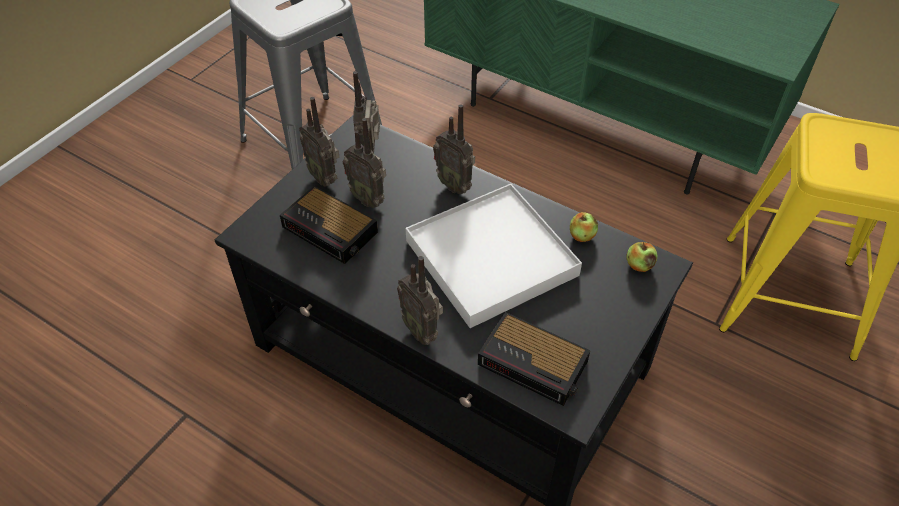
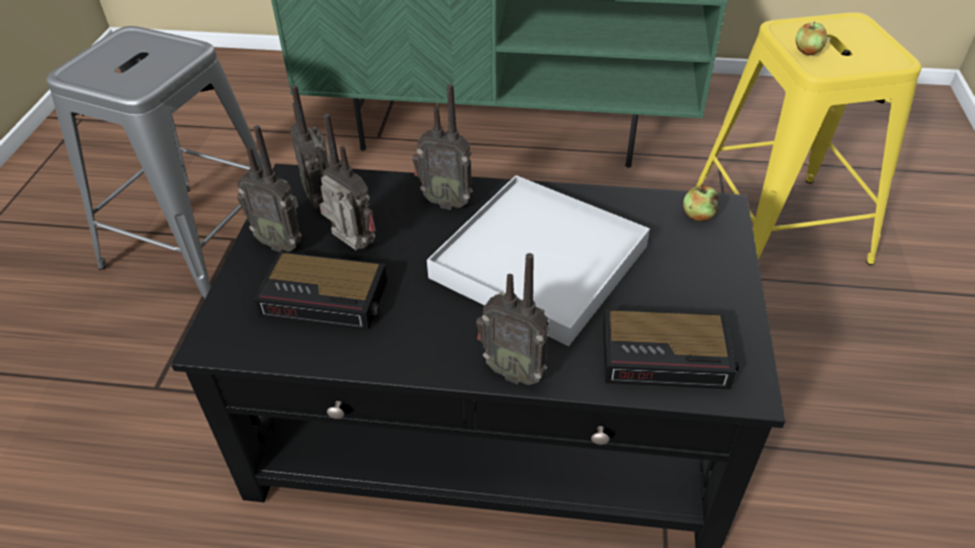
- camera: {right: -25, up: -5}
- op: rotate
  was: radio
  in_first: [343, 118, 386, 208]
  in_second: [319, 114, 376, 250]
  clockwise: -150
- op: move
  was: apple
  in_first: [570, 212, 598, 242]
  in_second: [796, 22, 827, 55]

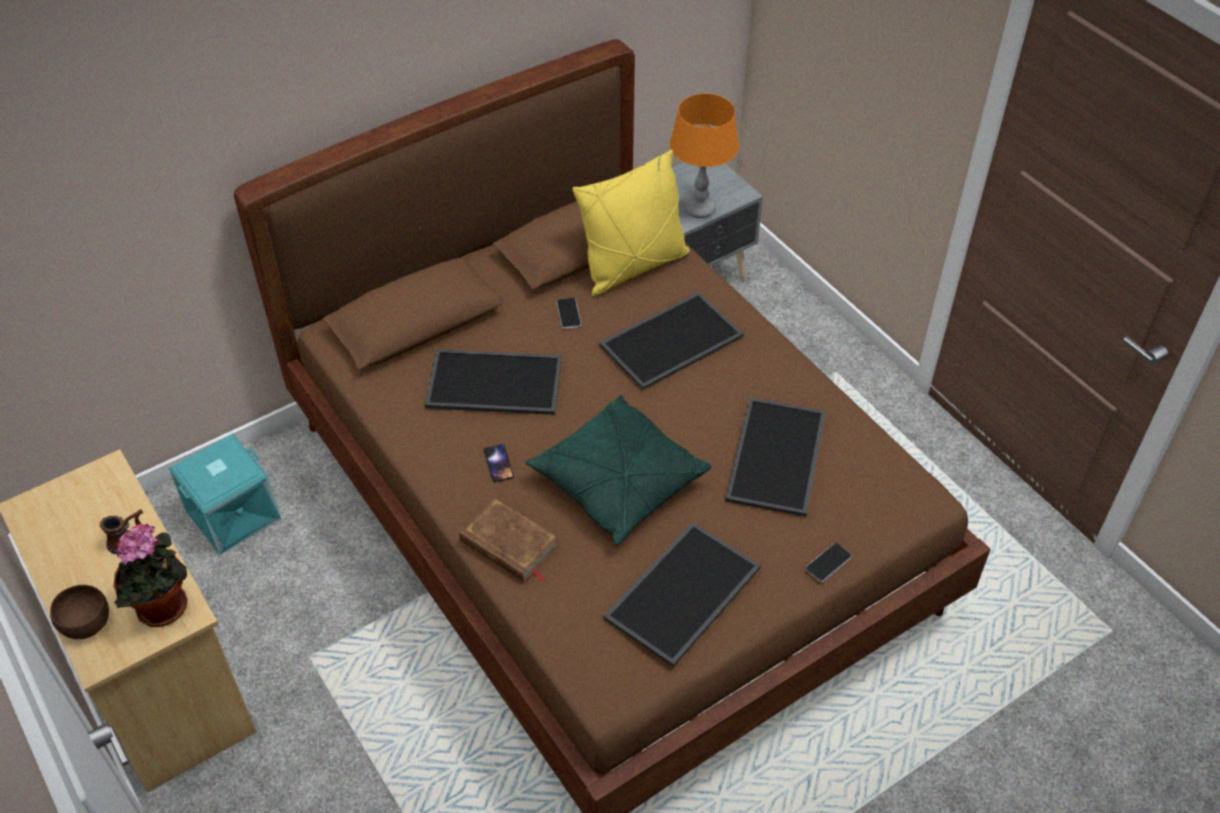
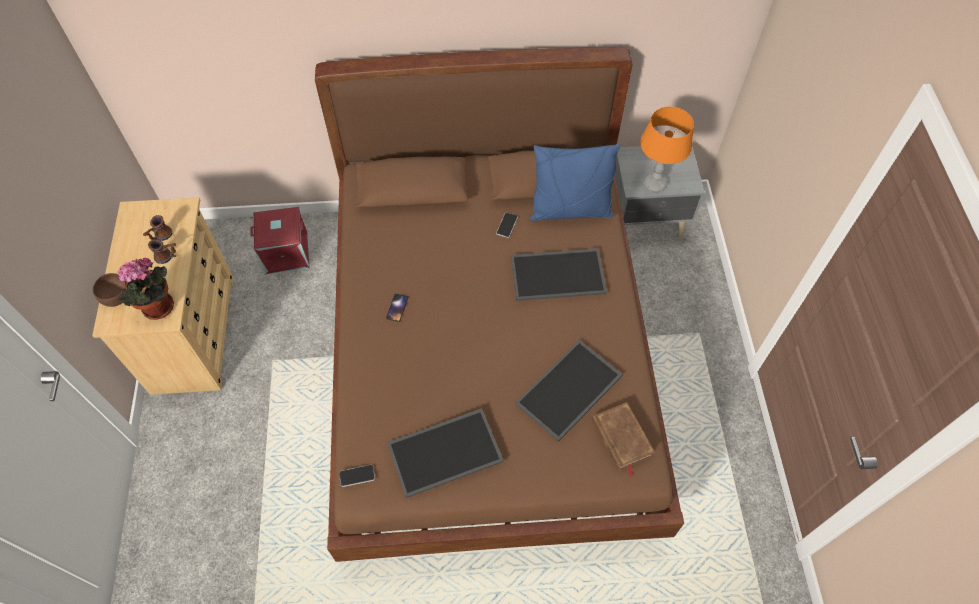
- camera: {right: 30, up: 10}
- op: recolor
  was: pillow in yellow
  now: pillow in blue
  in_first: [572, 150, 690, 296]
  in_second: [530, 144, 620, 221]
- op: delete
  was: tray
  in_first: [425, 349, 562, 415]
- op: delete
  was: pillow in green
  in_first: [526, 395, 711, 545]
- op: recolor
  was: storage box in turquoise
  now: storage box in red
  in_first: [169, 433, 281, 555]
  in_second: [251, 207, 310, 274]
- op: move
  was: book in brown
  in_first: [459, 498, 558, 582]
  in_second: [592, 402, 655, 477]
- op: move
  was: phone
  in_first: [805, 543, 852, 582]
  in_second: [339, 465, 375, 487]
- op: insert
  now: mug
  in_second: [143, 215, 172, 241]

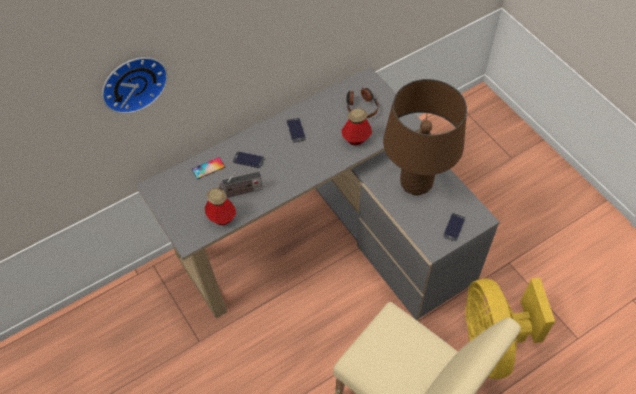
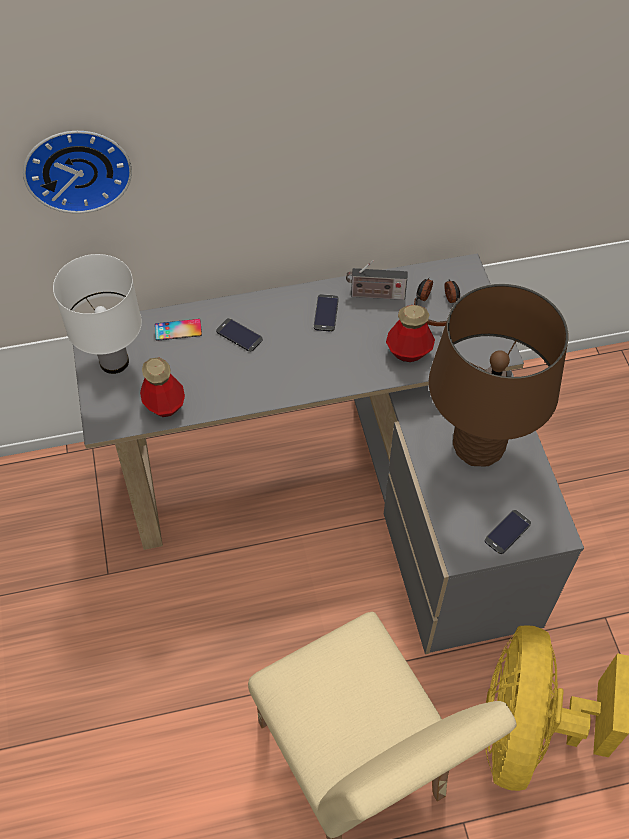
- camera: {right: 20, up: 0}
- op: move
  was: radio
  in_first: [219, 172, 262, 198]
  in_second: [346, 260, 408, 300]
- op: insert
  now: table lamp in white
  in_second: [53, 254, 142, 374]

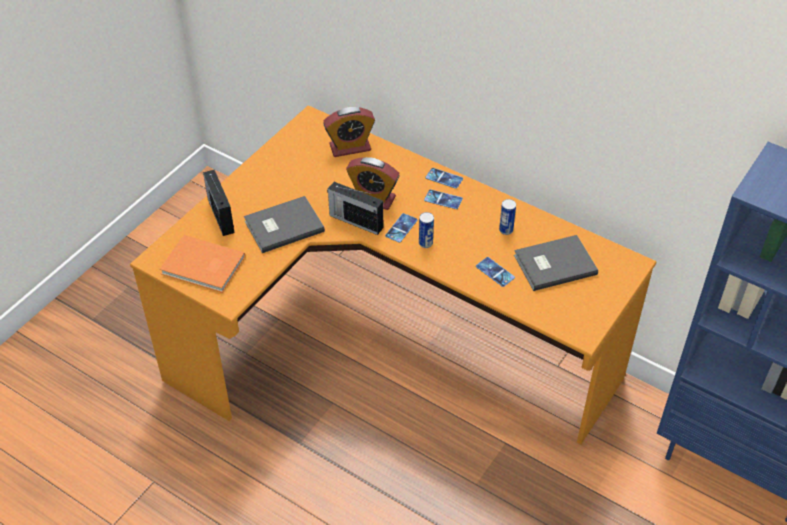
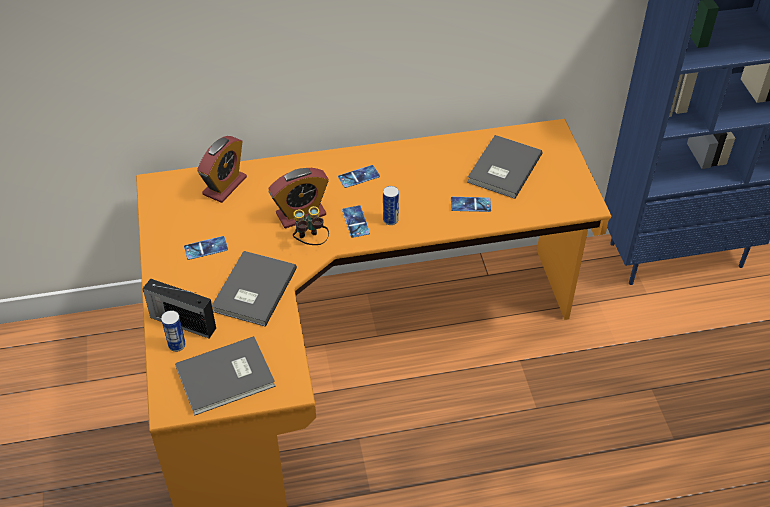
- camera: {right: -45, up: 0}
- op: move
  was: phone
  in_first: [425, 168, 463, 189]
  in_second: [184, 236, 228, 260]
- op: replace
  was: radio
  now: binoculars
  in_first: [327, 182, 383, 235]
  in_second: [293, 206, 329, 245]
- op: move
  was: can
  in_first: [499, 199, 516, 235]
  in_second: [161, 310, 186, 352]
- op: recolor
  was: book in orange
  now: book in grey
  in_first: [160, 235, 245, 293]
  in_second: [175, 336, 276, 416]

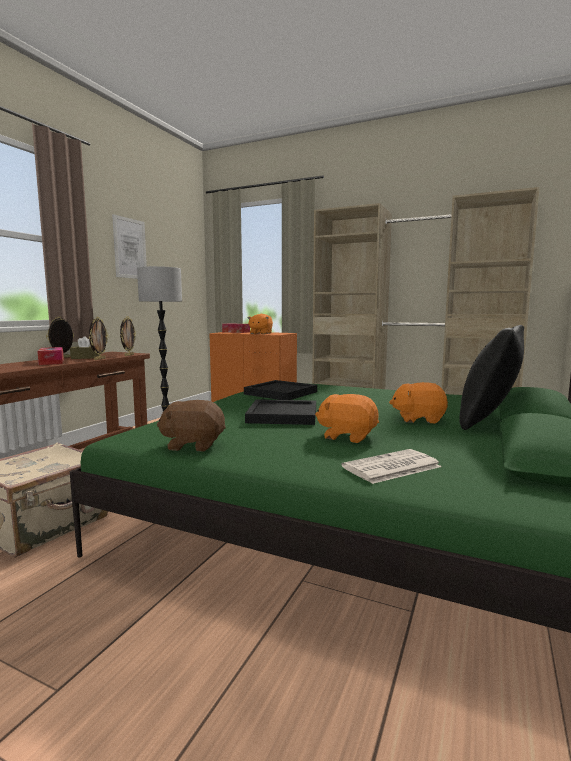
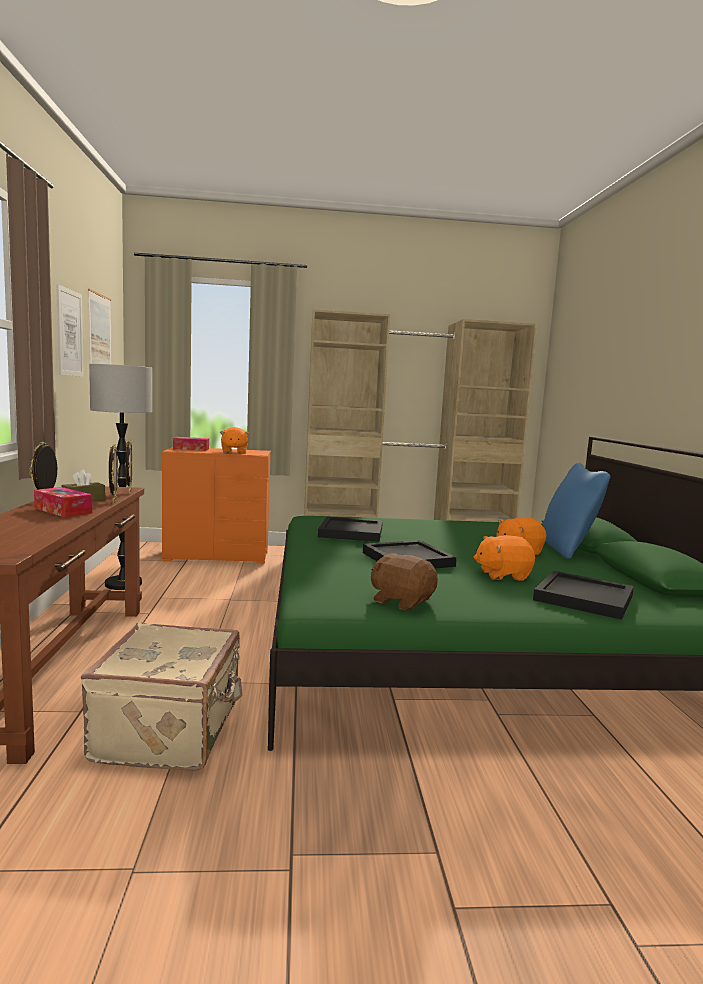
- camera: {right: -30, up: 0}
- op: recolor
  was: pillow in black
  now: pillow in blue
  in_first: [459, 325, 524, 430]
  in_second: [543, 462, 611, 559]
- op: rotate
  was: plush toy in brown
  in_first: [157, 400, 226, 452]
  in_second: [371, 554, 438, 611]
  clockwise: 60
- op: replace
  was: newspaper
  now: tray in black
  in_first: [342, 449, 442, 484]
  in_second: [533, 571, 634, 620]
- op: insert
  now: picture
  in_second: [88, 289, 112, 364]

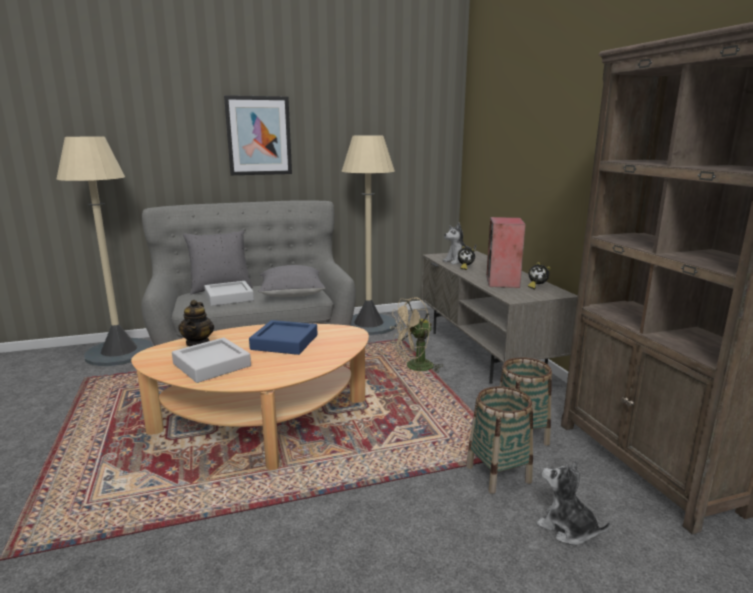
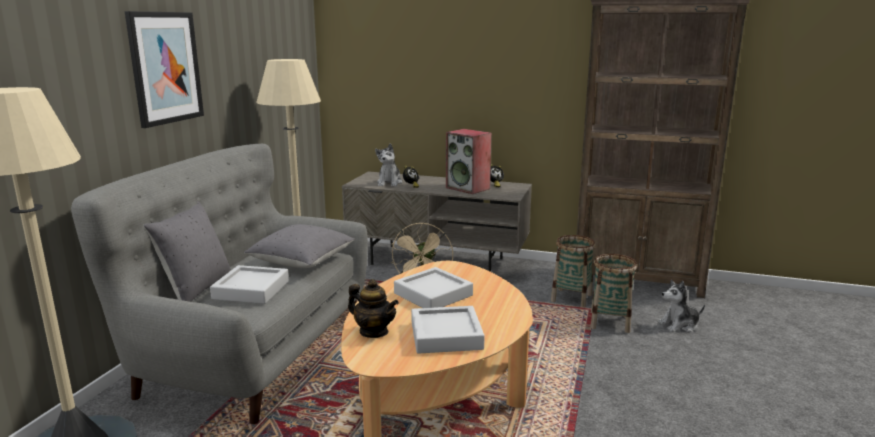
- camera: {right: -55, up: 0}
- op: recolor
  was: tray in blue
  now: tray in grey
  in_first: [249, 320, 318, 355]
  in_second: [394, 267, 473, 308]

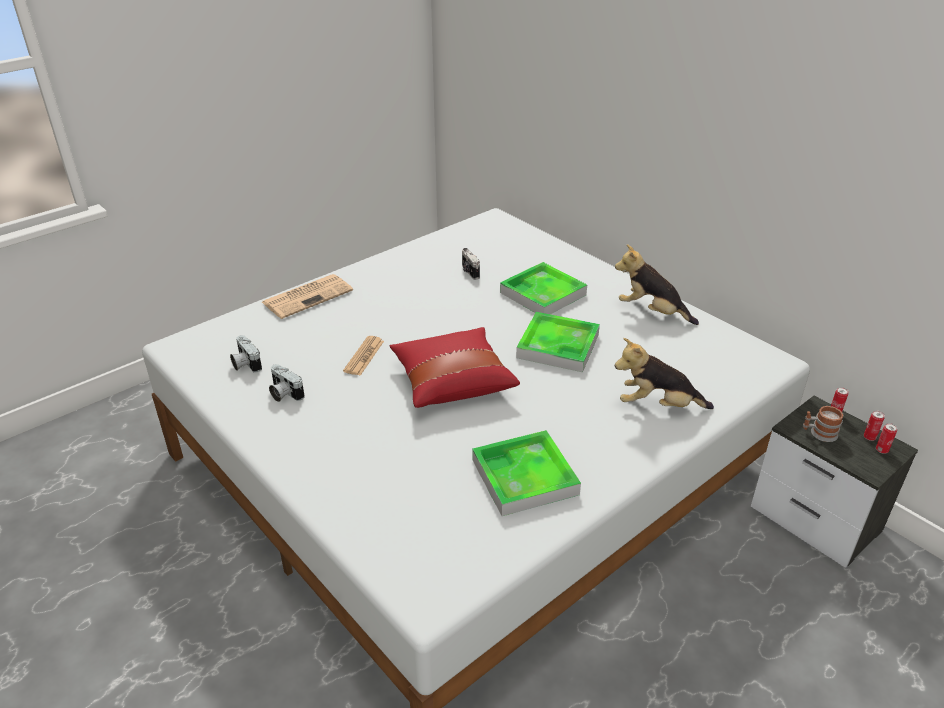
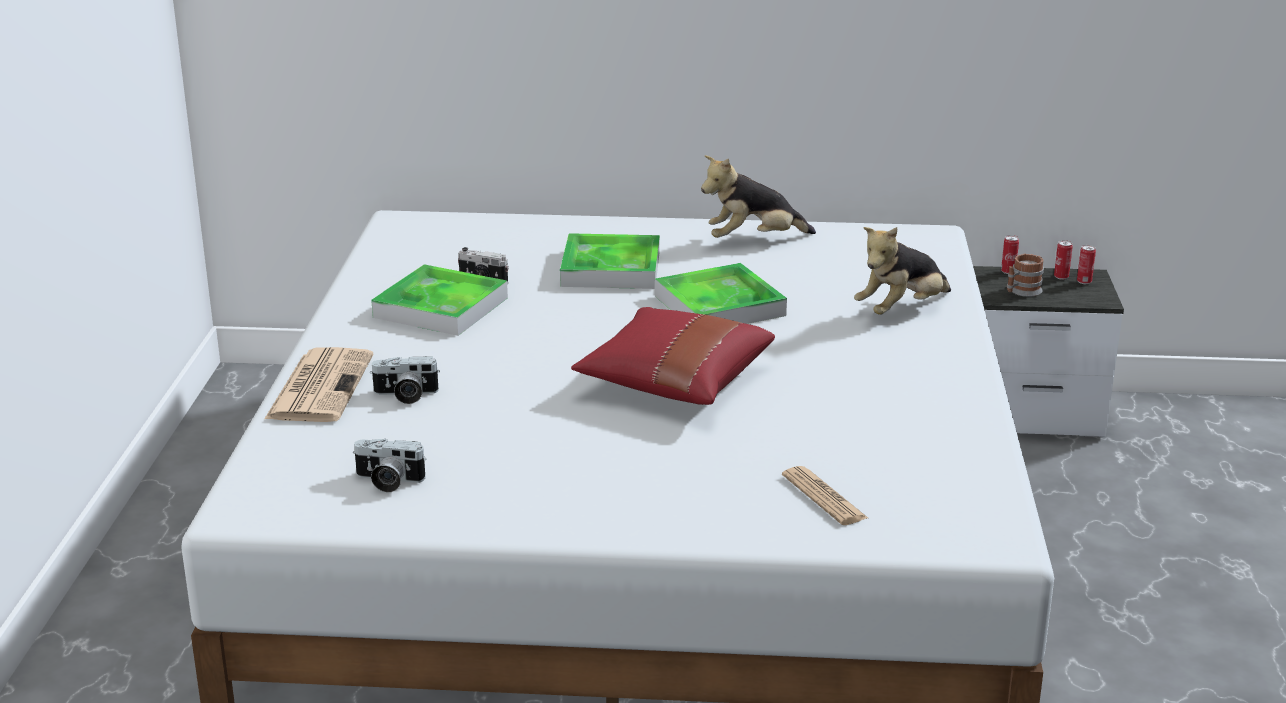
- camera: {right: -45, up: -10}
- op: move
  was: newspaper
  in_first: [343, 336, 384, 376]
  in_second: [782, 466, 868, 525]
- op: move
  was: photo camera
  in_first: [269, 364, 305, 402]
  in_second: [370, 356, 440, 404]
- op: move
  was: tray
  in_first: [472, 430, 581, 516]
  in_second: [371, 264, 508, 336]

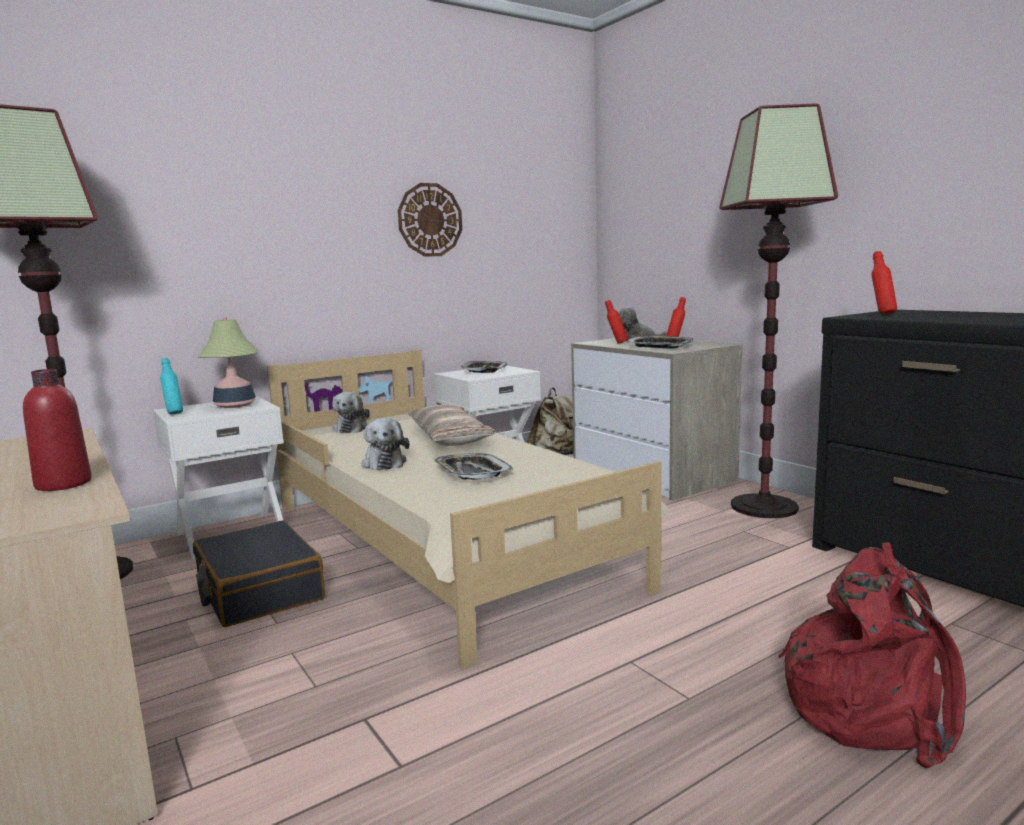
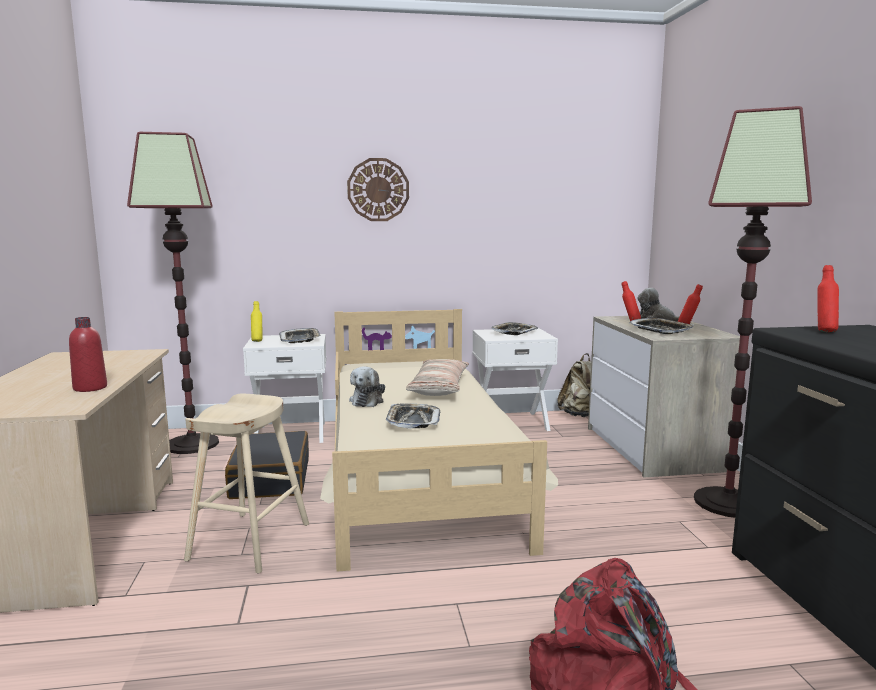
- camera: {right: 25, up: 0}
- op: move
  was: wall clock
  in_first: [398, 183, 462, 257]
  in_second: [347, 158, 409, 221]
- op: replace
  was: table lamp
  now: tray
  in_first: [198, 317, 259, 408]
  in_second: [279, 328, 321, 343]
- op: recolor
  was: bottle in turquoise
  now: bottle in yellow
  in_first: [160, 358, 183, 414]
  in_second: [251, 301, 262, 342]
- op: delete
  was: plush toy
  in_first: [332, 392, 370, 433]
- op: insert
  now: stool in beige
  in_second: [184, 394, 309, 574]

